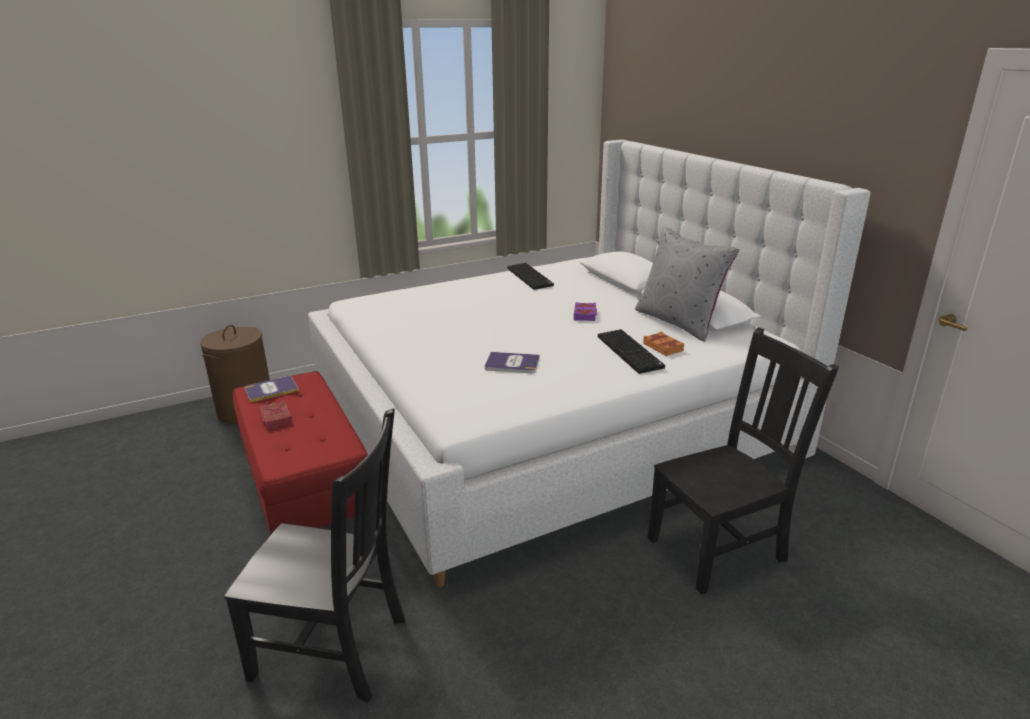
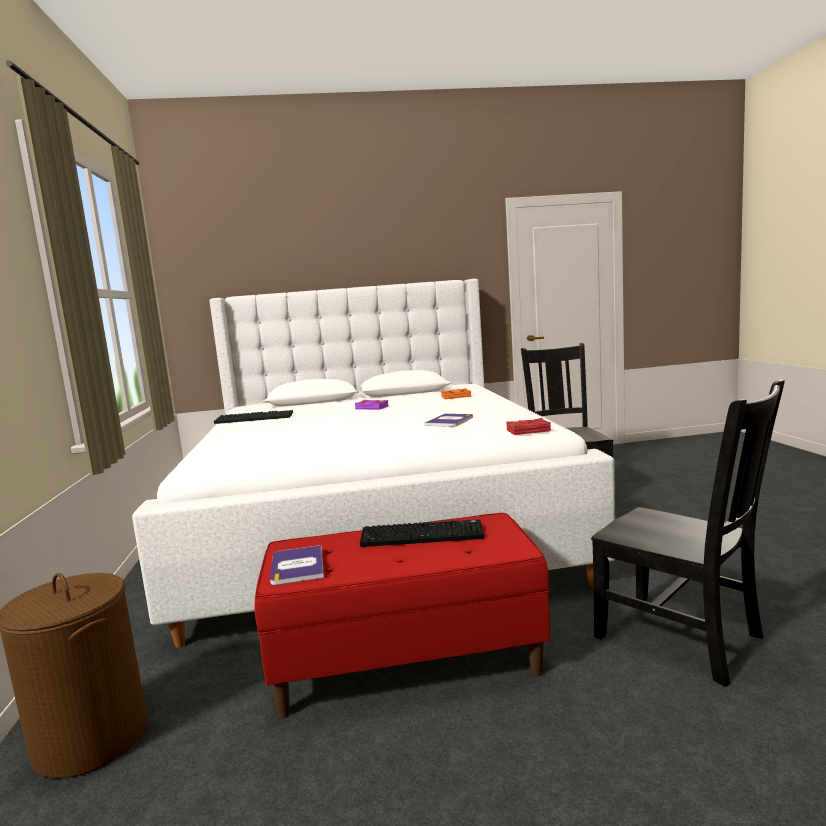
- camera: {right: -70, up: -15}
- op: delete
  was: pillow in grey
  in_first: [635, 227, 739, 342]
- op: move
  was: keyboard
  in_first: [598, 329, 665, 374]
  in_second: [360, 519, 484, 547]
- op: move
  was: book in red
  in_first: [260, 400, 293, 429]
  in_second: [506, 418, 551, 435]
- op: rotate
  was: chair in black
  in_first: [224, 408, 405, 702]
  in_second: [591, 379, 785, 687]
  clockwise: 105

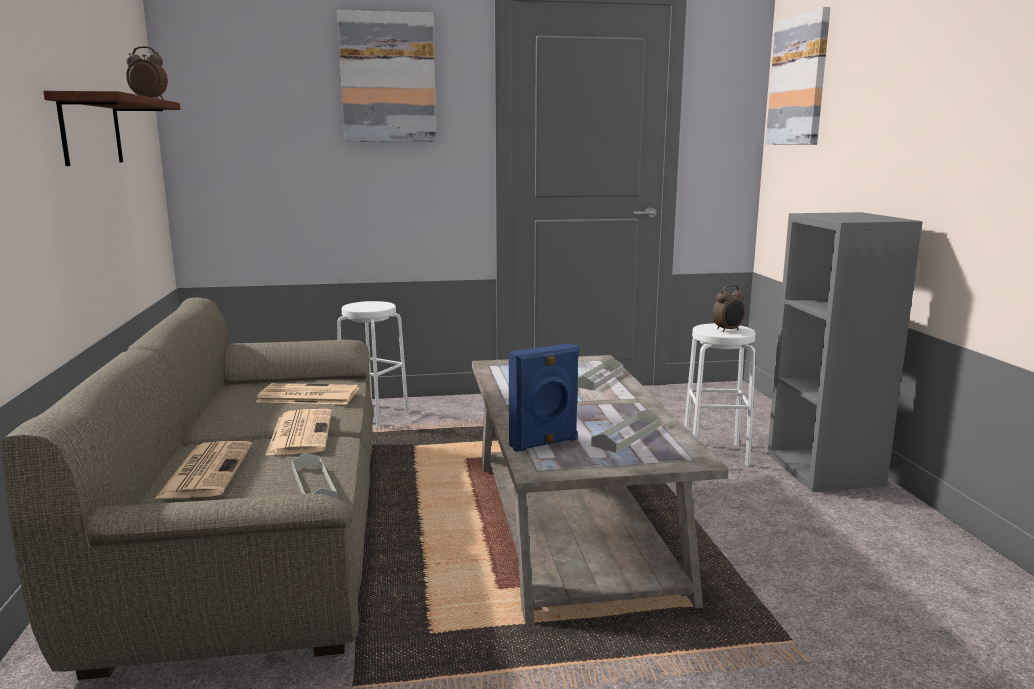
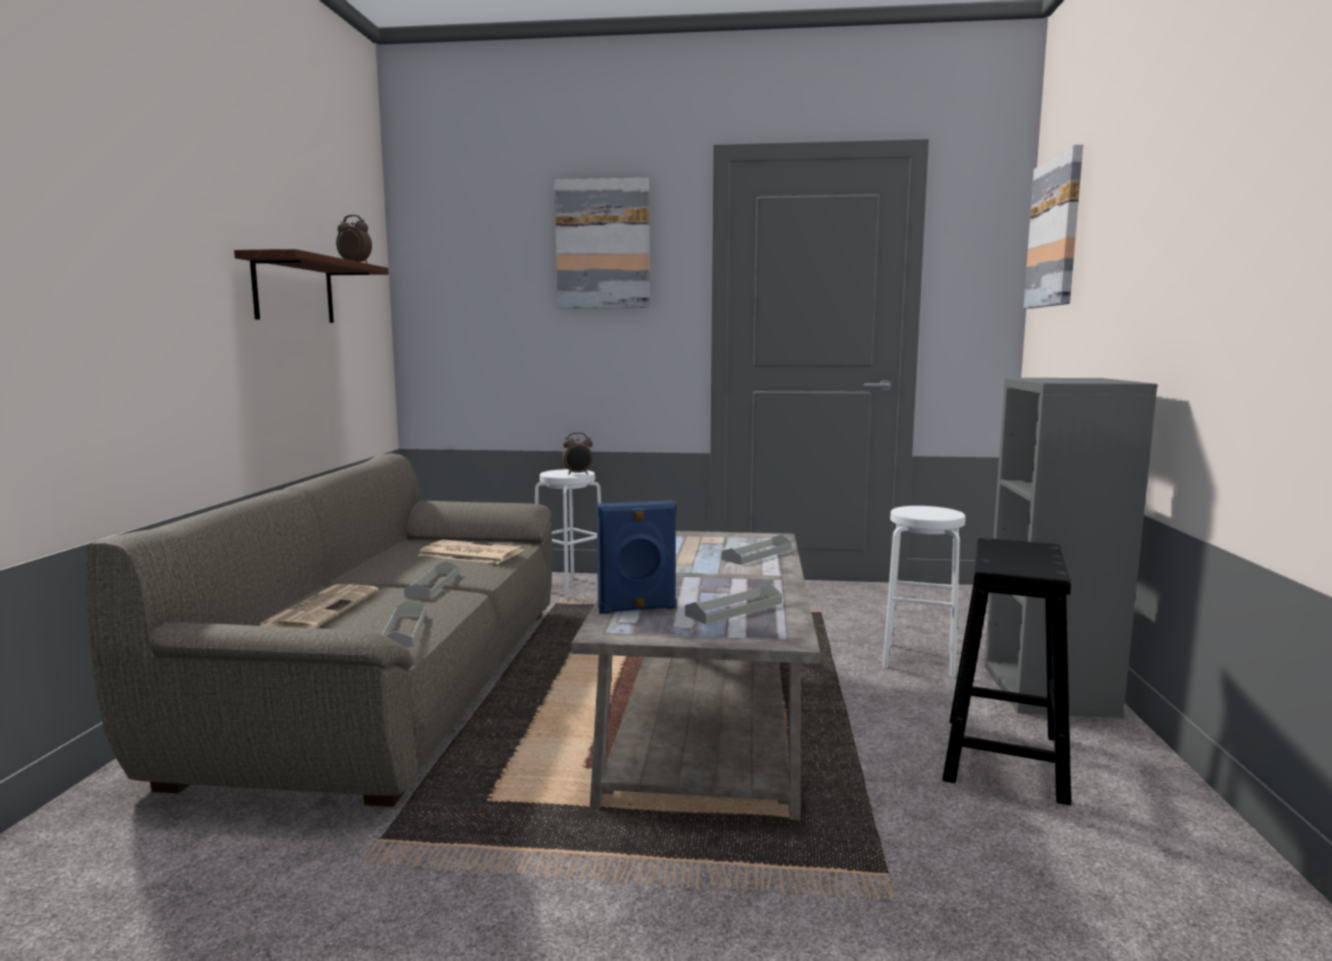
- camera: {right: 15, up: -5}
- op: move
  was: alarm clock
  in_first: [712, 285, 745, 332]
  in_second: [562, 432, 593, 475]
- op: replace
  was: newspaper
  now: tray in grey
  in_first: [265, 409, 332, 456]
  in_second: [404, 561, 459, 598]
- op: insert
  now: stool in black
  in_second: [942, 538, 1071, 805]

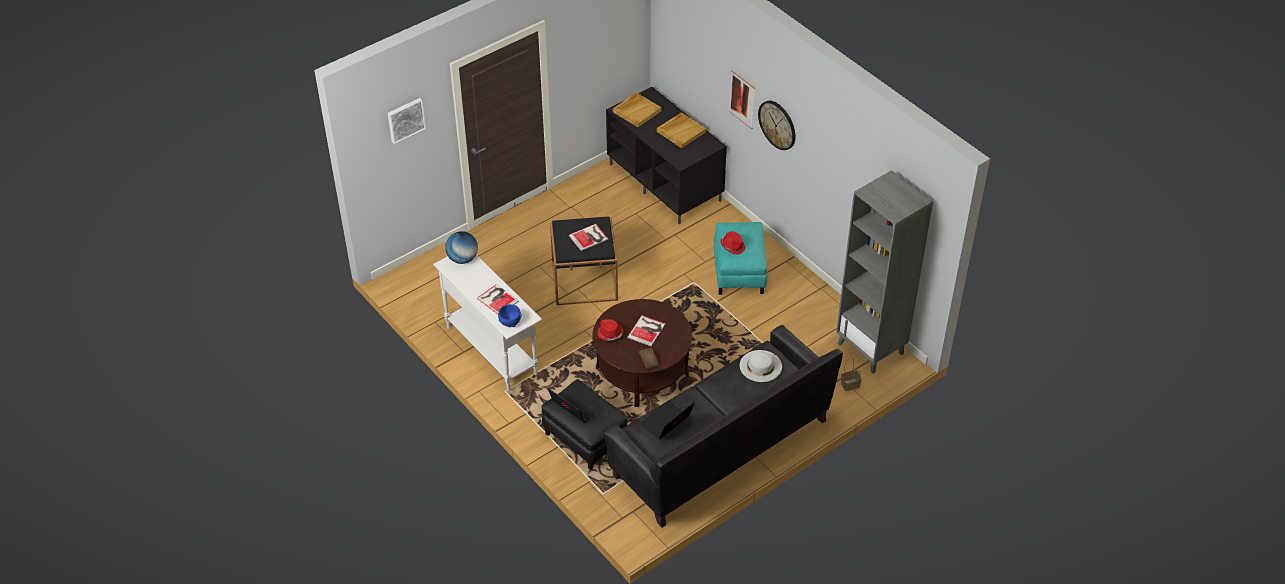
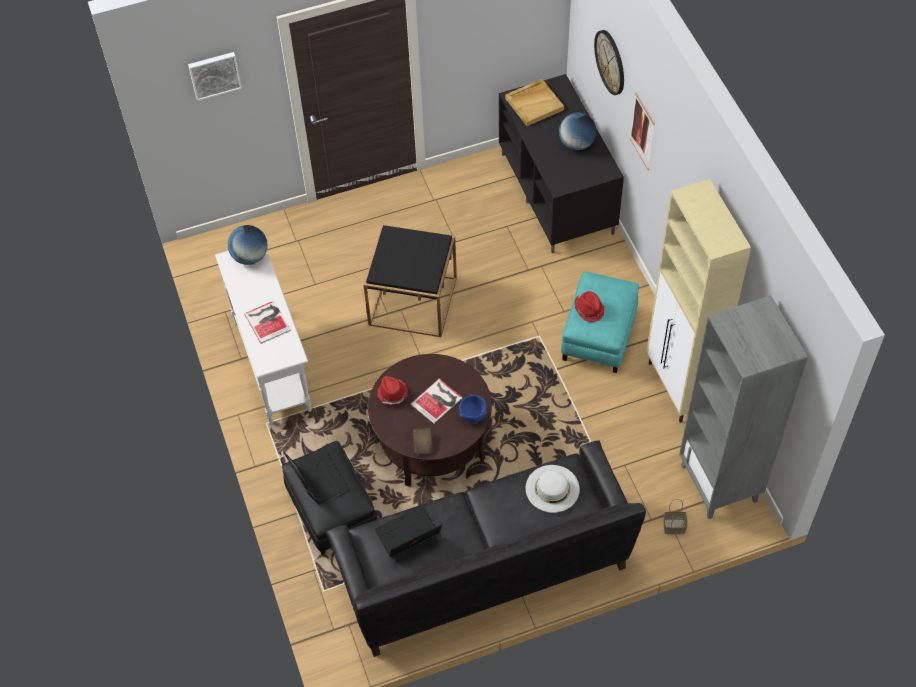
- camera: {right: 20, up: 10}
- op: move
  was: wall clock
  in_first: [758, 101, 796, 150]
  in_second: [594, 30, 624, 95]
- op: replace
  was: tray in beige
  now: globe
  in_first: [657, 112, 706, 148]
  in_second: [559, 113, 596, 150]
- op: delete
  was: book
  in_first: [568, 224, 608, 251]
- op: move
  was: bowl in blue
  in_first: [498, 304, 522, 327]
  in_second: [459, 395, 487, 424]
- op: insert
  now: cabinet in beige
  in_second: [646, 179, 751, 423]

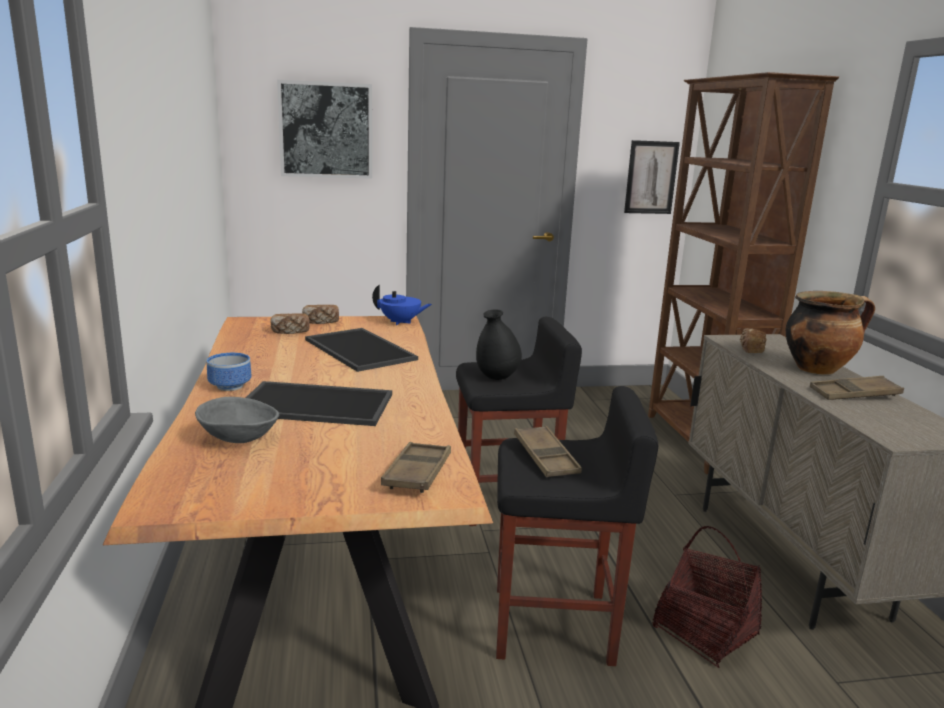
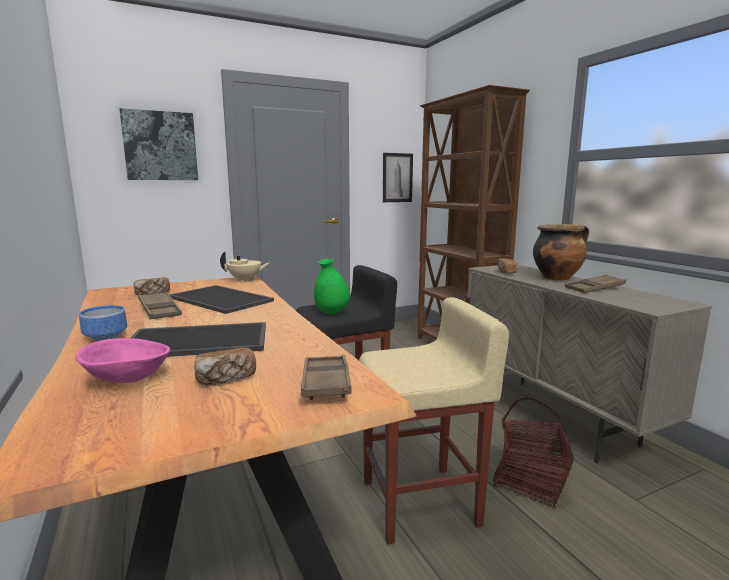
- camera: {right: -15, up: -5}
- op: recolor
  was: teapot in blue
  now: teapot in beige
  in_first: [372, 285, 432, 325]
  in_second: [220, 251, 270, 282]
- op: move
  was: bread
  in_first: [302, 305, 339, 324]
  in_second: [194, 348, 256, 385]
- op: recolor
  was: vase in black
  now: vase in green
  in_first: [476, 310, 522, 380]
  in_second: [314, 259, 350, 314]
- op: recolor
  was: stool in black
  now: stool in beige
  in_first: [496, 386, 658, 666]
  in_second: [359, 297, 509, 545]
- op: recolor
  was: bowl in grey
  now: bowl in pink
  in_first: [195, 397, 279, 443]
  in_second: [75, 338, 170, 383]
- op: move
  was: tray in brown
  in_first: [514, 426, 582, 477]
  in_second: [138, 292, 182, 319]

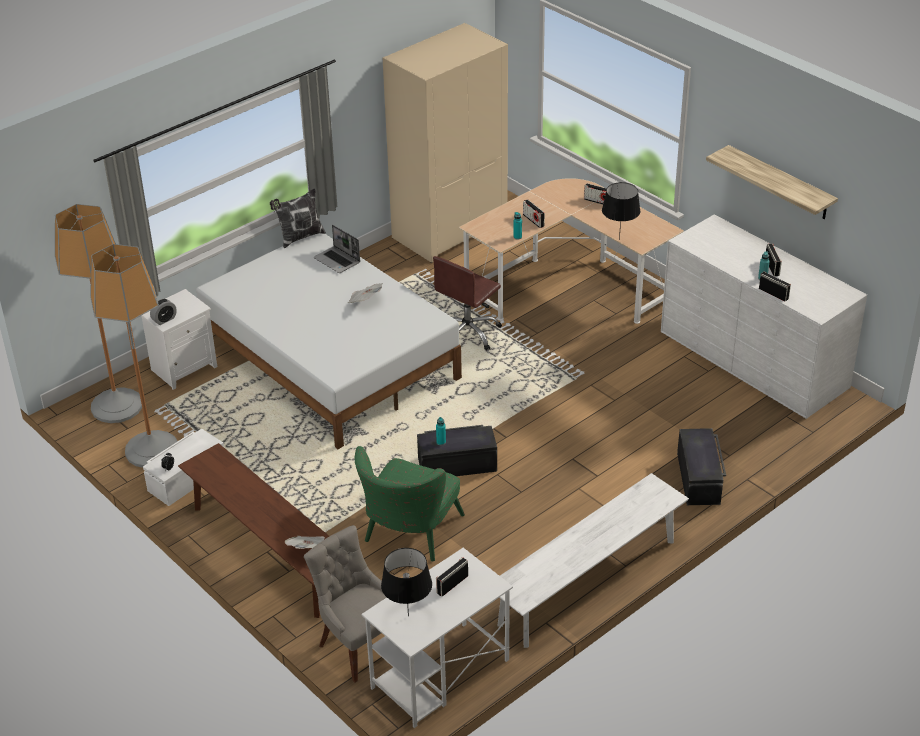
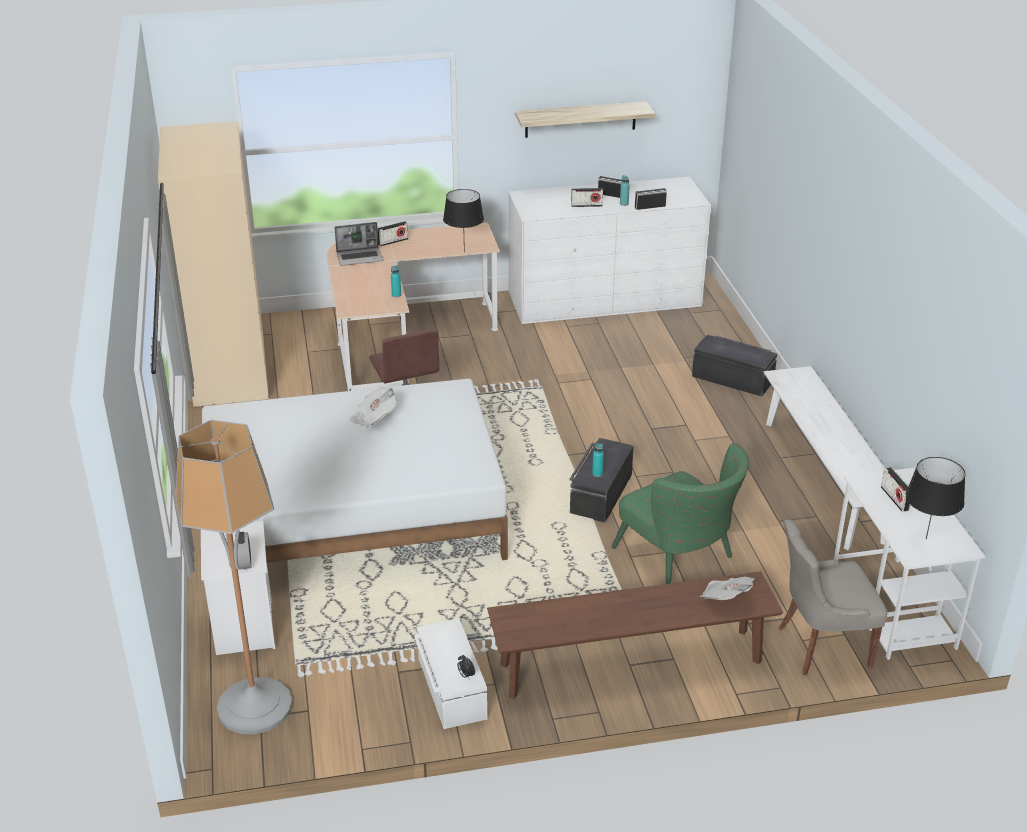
- camera: {right: -60, up: -5}
- op: delete
  was: pillow
  in_first: [270, 188, 326, 248]
- op: move
  was: radio
  in_first: [523, 199, 545, 228]
  in_second: [571, 188, 603, 207]
- op: move
  was: laptop
  in_first: [314, 225, 360, 273]
  in_second: [334, 222, 383, 266]
- op: delete
  was: floor lamp
  in_first: [90, 244, 178, 468]

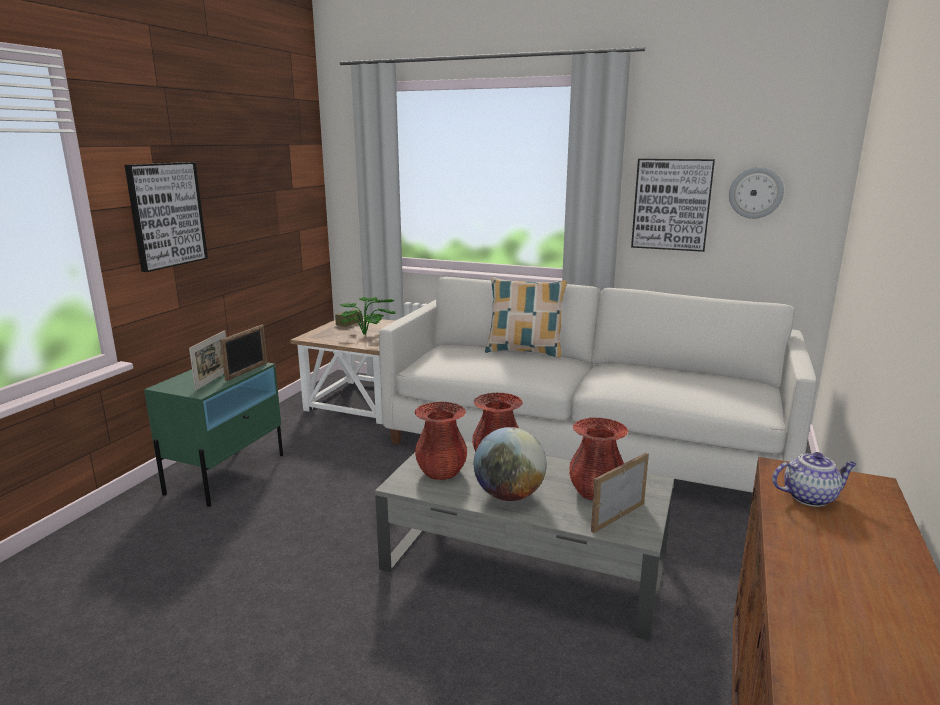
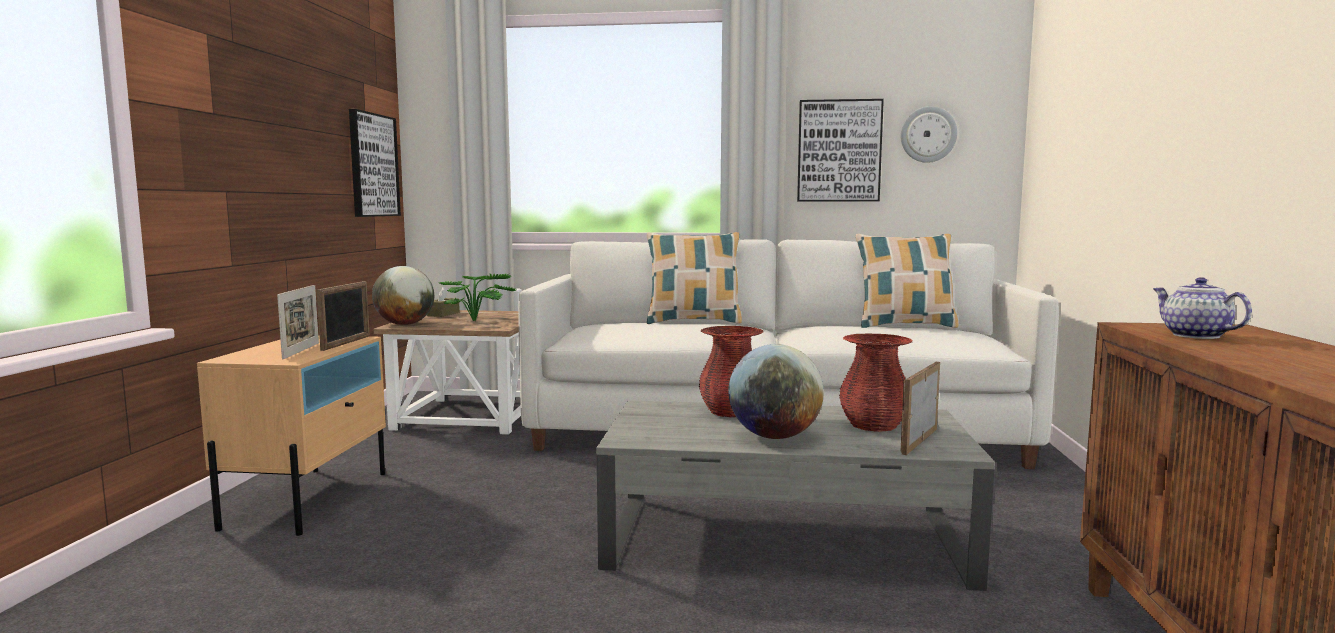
- camera: {right: -15, up: -10}
- op: move
  was: picture
  in_first: [125, 162, 208, 272]
  in_second: [349, 109, 401, 217]
- op: recolor
  was: nightstand in green
  now: nightstand in beige
  in_first: [144, 362, 283, 507]
  in_second: [197, 335, 386, 536]
- op: delete
  was: vase in red
  in_first: [415, 402, 467, 480]
- op: rotate
  was: teapot
  in_first: [772, 452, 857, 507]
  in_second: [1153, 277, 1252, 339]
  clockwise: -90
- op: insert
  now: pillow
  in_second: [856, 234, 958, 328]
- op: insert
  now: globe
  in_second: [372, 266, 434, 325]

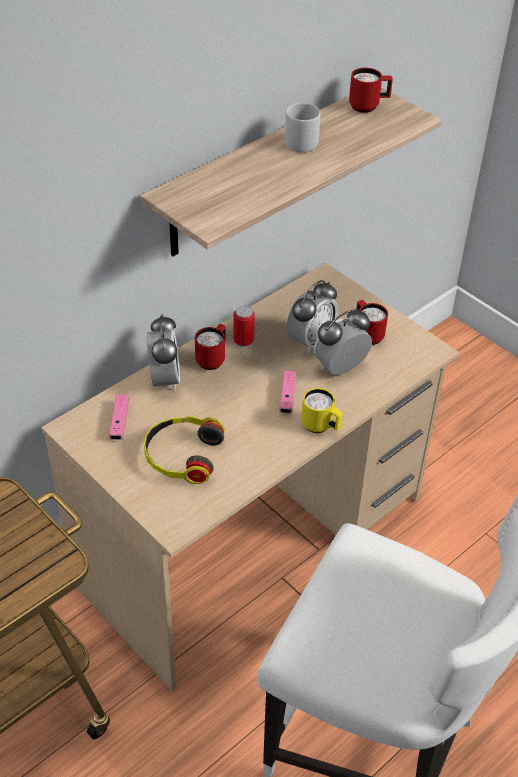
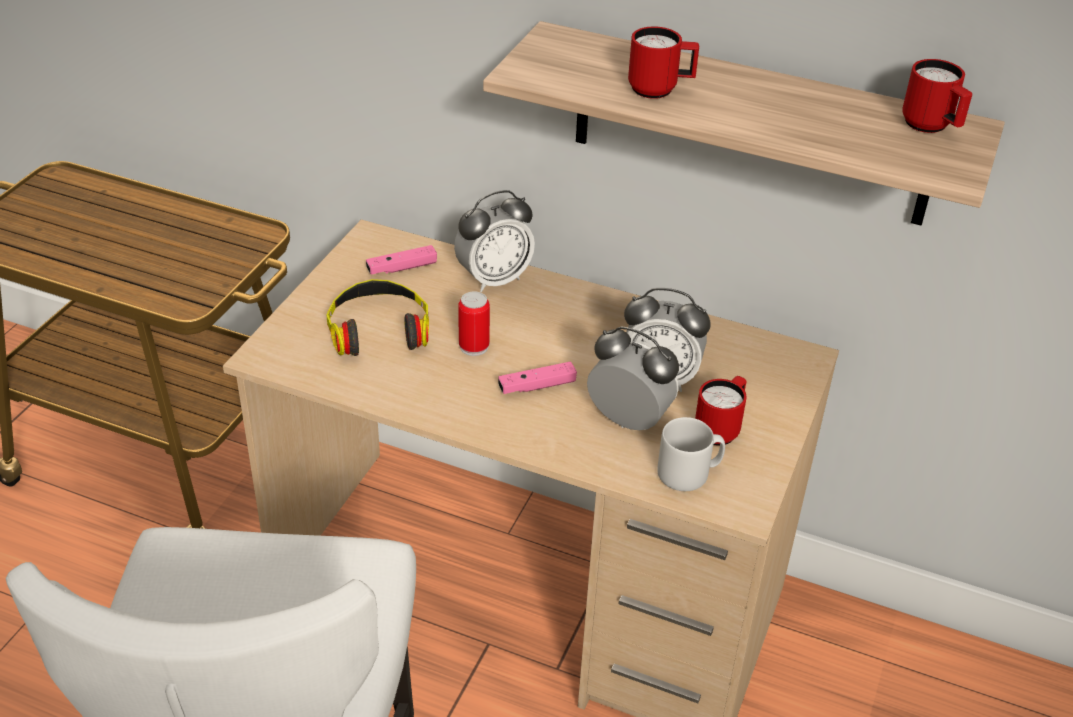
- camera: {right: 65, up: -5}
- op: move
  was: mug in grey
  in_first: [285, 103, 320, 153]
  in_second: [657, 417, 725, 491]
- op: move
  was: can
  in_first: [233, 305, 255, 348]
  in_second: [458, 291, 490, 356]
- op: move
  was: mug in red
  in_first: [195, 324, 226, 370]
  in_second: [628, 27, 699, 99]
- op: delete
  was: mug in yellow
  in_first: [301, 388, 343, 433]

